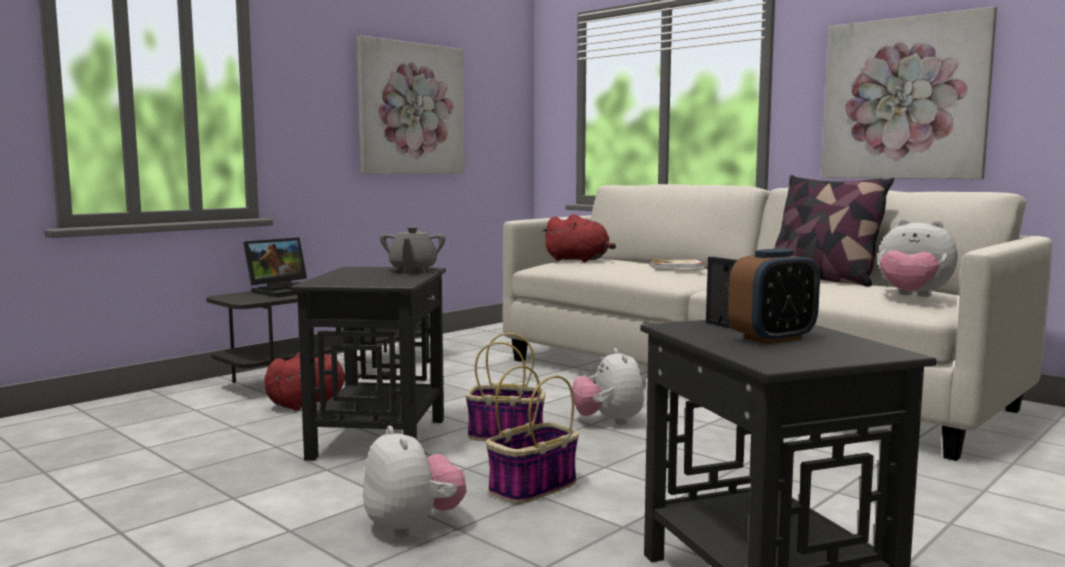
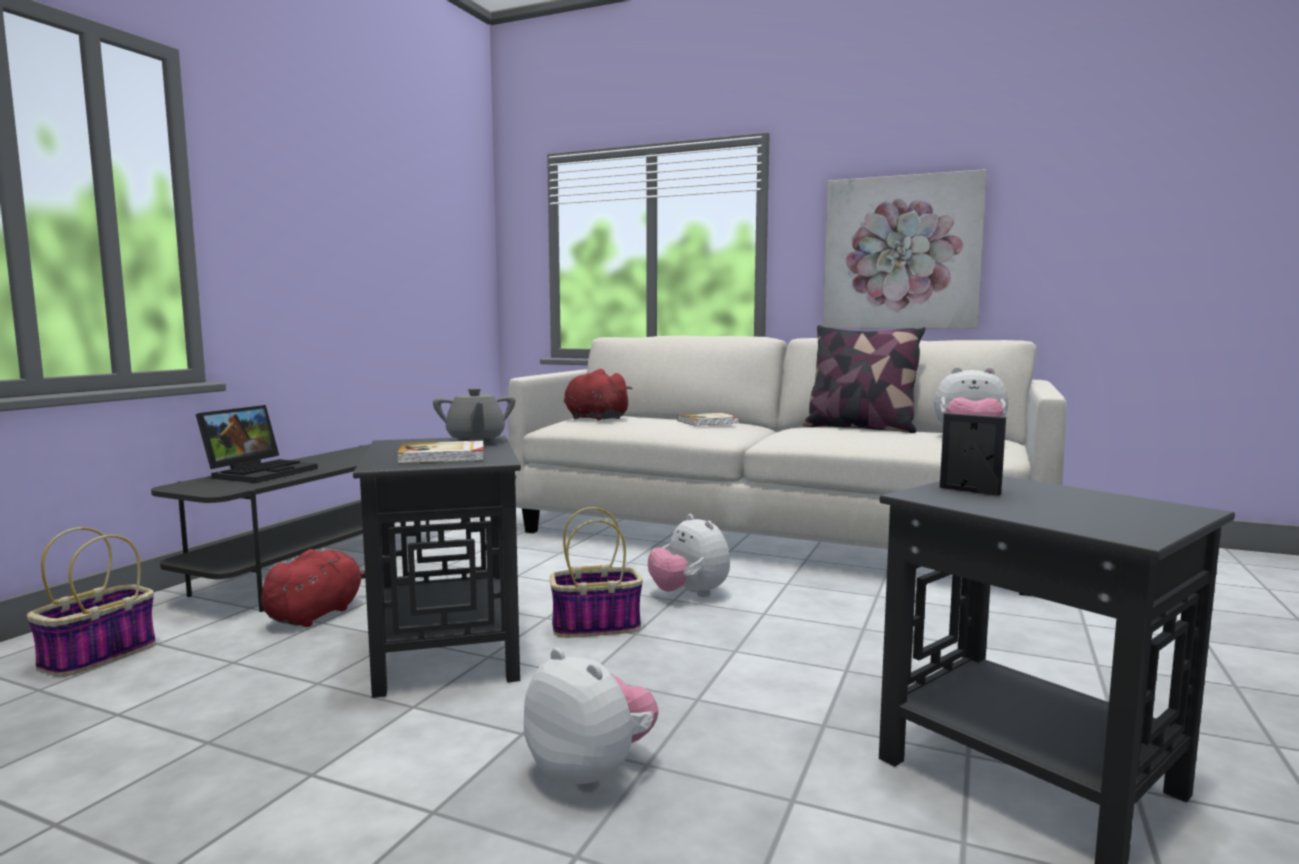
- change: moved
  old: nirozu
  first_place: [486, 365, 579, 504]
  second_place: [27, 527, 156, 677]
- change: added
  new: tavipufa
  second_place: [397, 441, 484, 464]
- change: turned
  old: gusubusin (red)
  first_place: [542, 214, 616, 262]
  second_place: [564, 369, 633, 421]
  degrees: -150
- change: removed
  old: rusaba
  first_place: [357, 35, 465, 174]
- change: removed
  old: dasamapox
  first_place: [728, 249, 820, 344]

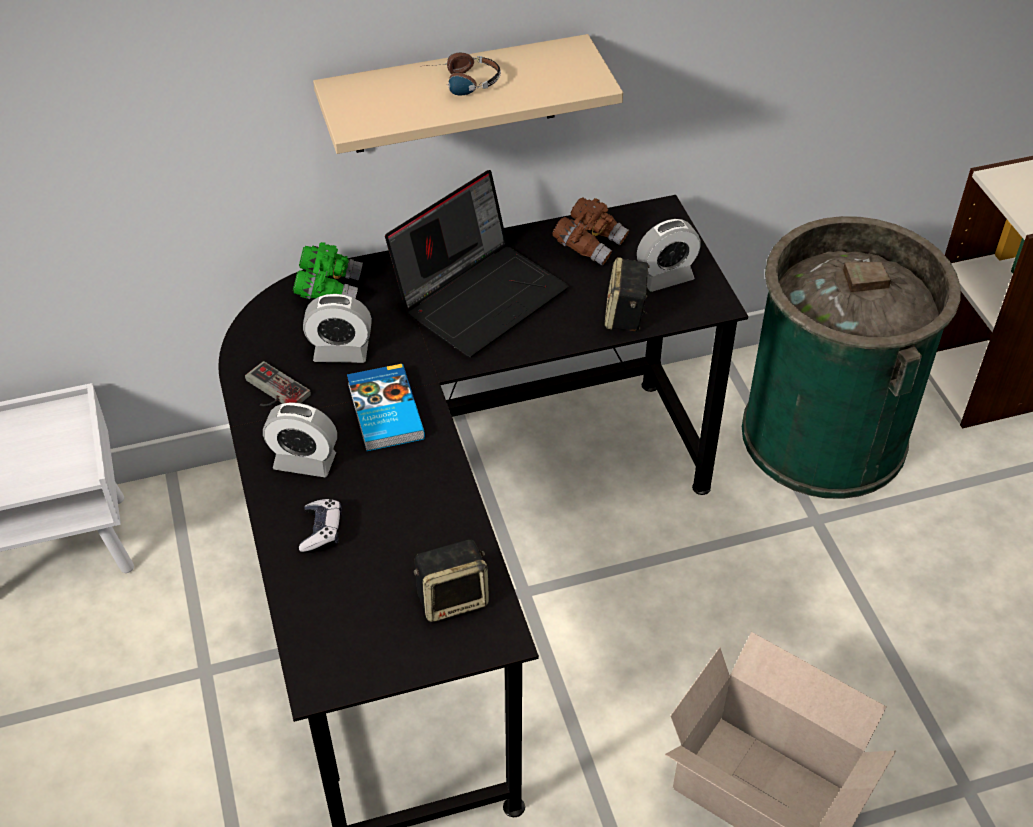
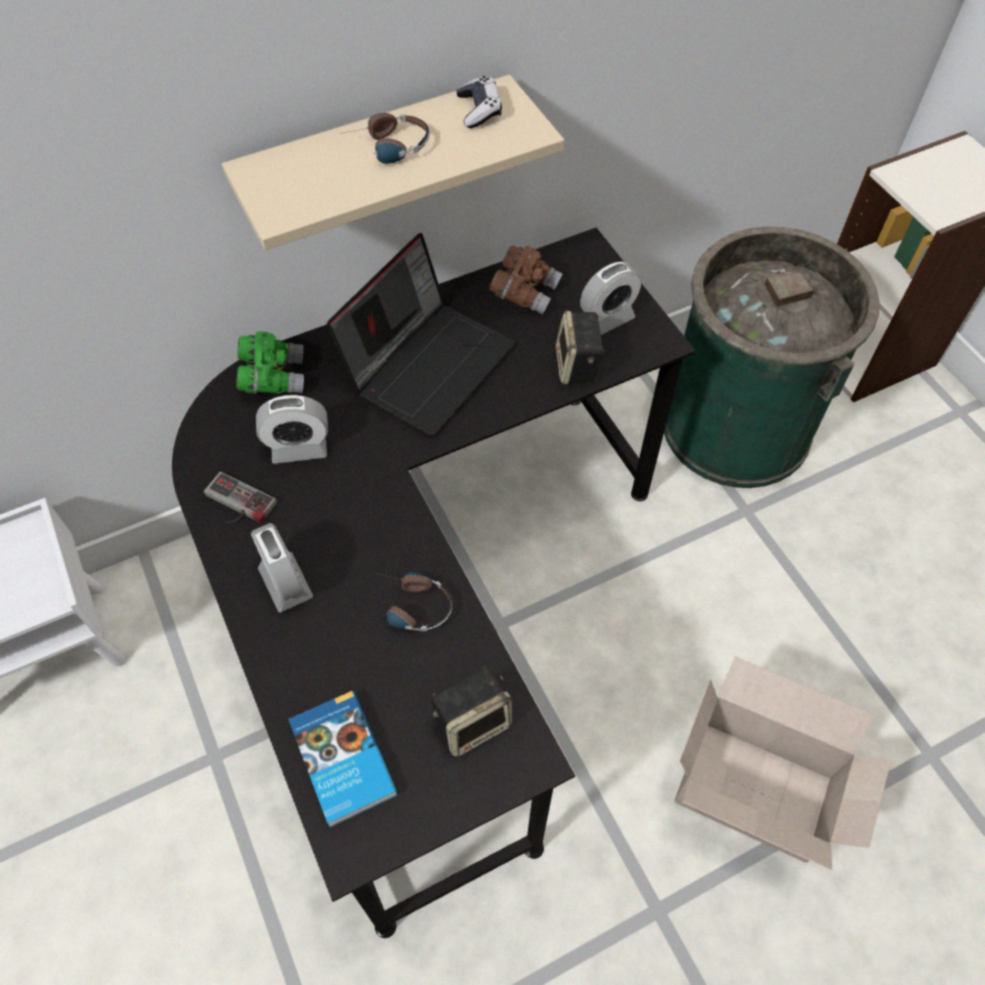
- change: turned
  old: dasamapox
  first_place: [263, 402, 337, 477]
  second_place: [251, 523, 313, 612]
  degrees: -120
- change: moved
  old: tavipufa
  first_place: [347, 364, 425, 451]
  second_place: [288, 691, 398, 828]
- change: added
  new: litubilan
  second_place: [376, 572, 452, 631]
- change: moved
  old: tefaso
  first_place: [299, 499, 342, 553]
  second_place: [456, 76, 502, 128]

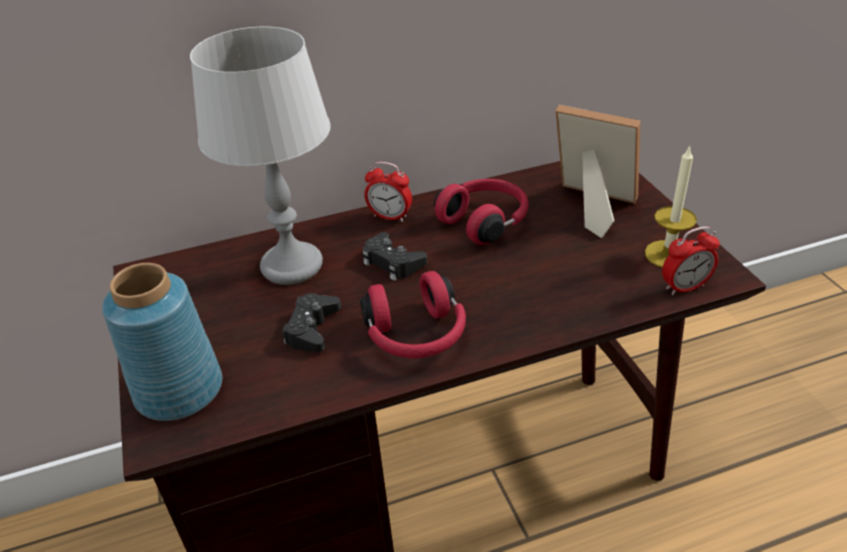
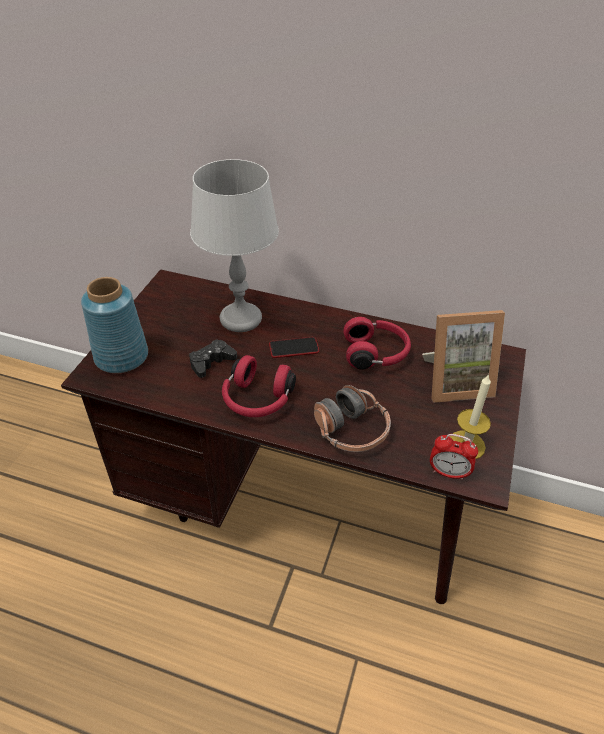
- change: replaced
  old: tefaso (black)
  new: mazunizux
  first_place: [363, 232, 427, 281]
  second_place: [269, 337, 319, 358]
- change: added
  new: litubilan
  second_place: [314, 385, 391, 452]
- change: turned
  old: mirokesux
  first_place: [556, 105, 641, 238]
  second_place: [422, 310, 505, 403]
  degrees: 105
- change: removed
  old: dasamapox
  first_place: [365, 162, 412, 222]

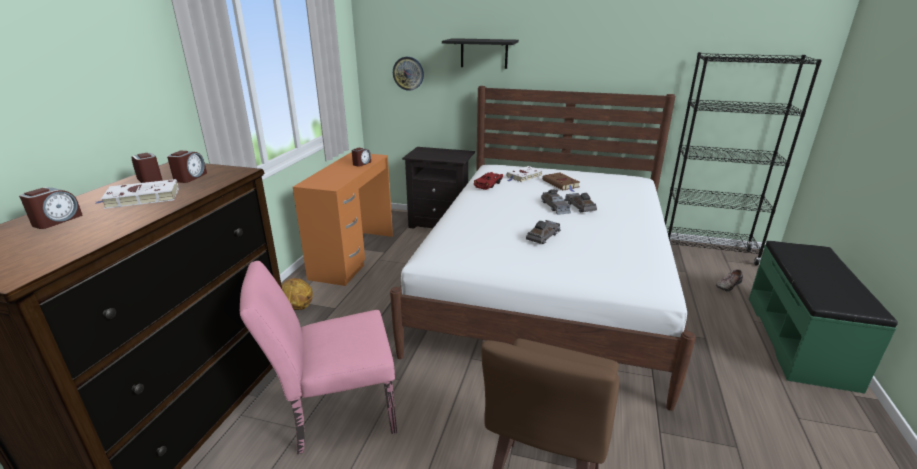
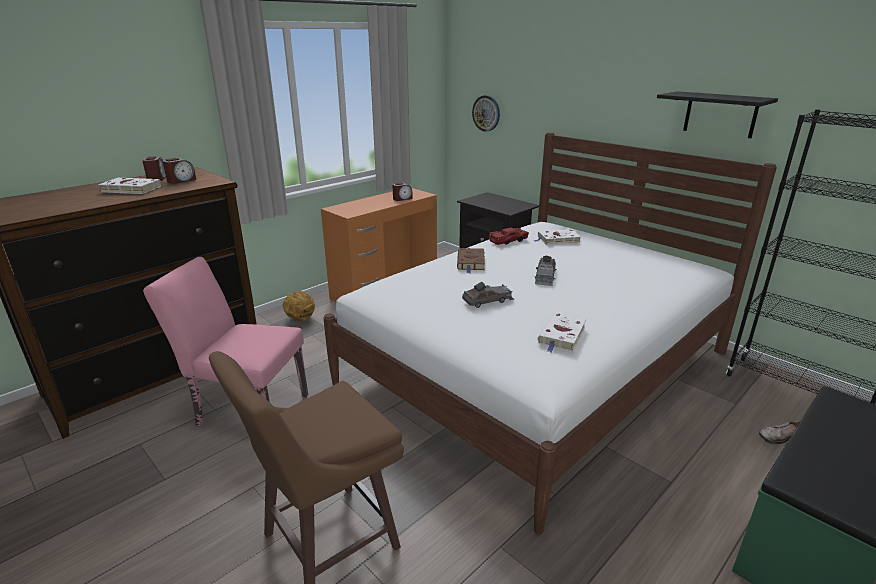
- change: moved
  old: tavipufa (brown)
  first_place: [542, 173, 580, 192]
  second_place: [457, 248, 485, 273]
- change: added
  new: tavipufa (white)
  second_place: [537, 312, 586, 353]
- change: moved
  old: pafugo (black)
  first_place: [442, 38, 519, 69]
  second_place: [657, 91, 778, 138]
- change: removed
  old: dasamapox
  first_place: [19, 187, 83, 229]
- change: removed
  old: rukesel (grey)
  first_place: [564, 193, 597, 213]

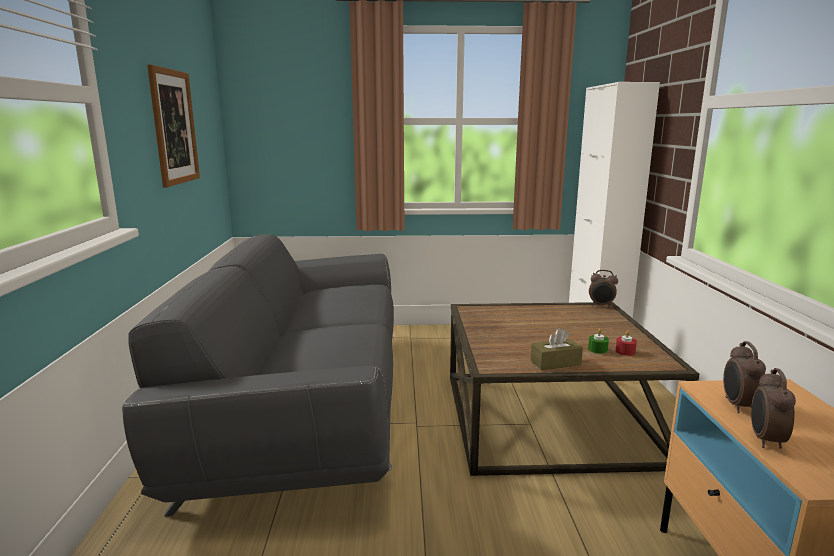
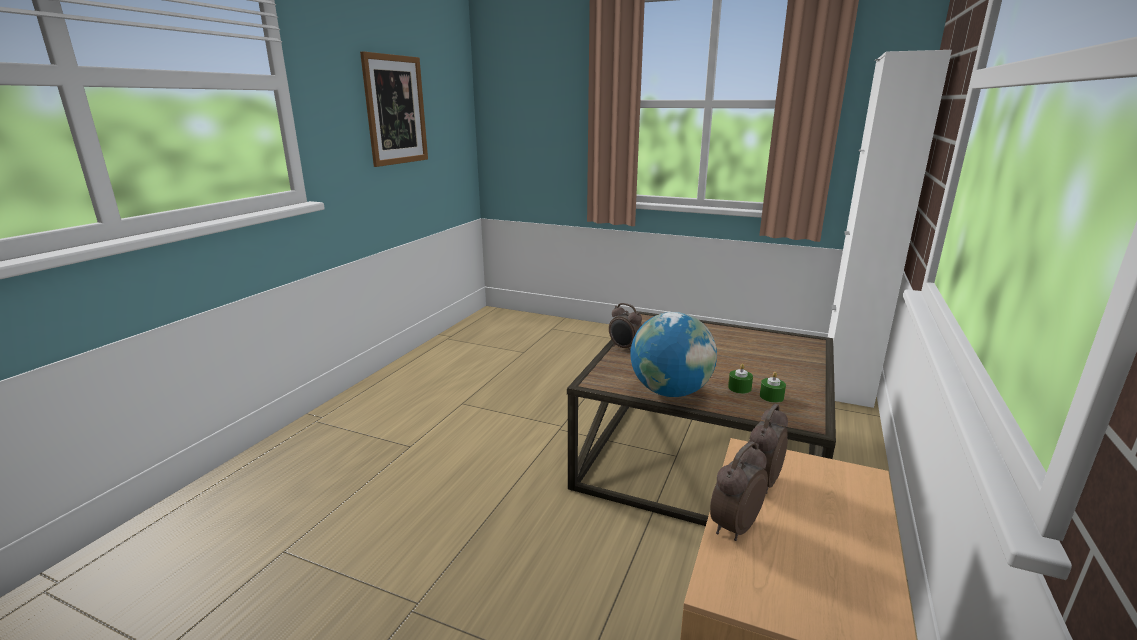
- change: moved
  old: dasamapox
  first_place: [589, 270, 618, 307]
  second_place: [609, 303, 642, 352]
- change: replaced
  old: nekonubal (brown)
  new: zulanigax
  first_place: [531, 328, 583, 370]
  second_place: [630, 312, 717, 397]
- change: recoloured
  old: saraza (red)
  new: saraza (green)
  first_place: [615, 330, 637, 356]
  second_place: [760, 372, 786, 403]
- change: removed
  old: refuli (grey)
  first_place: [122, 234, 394, 517]

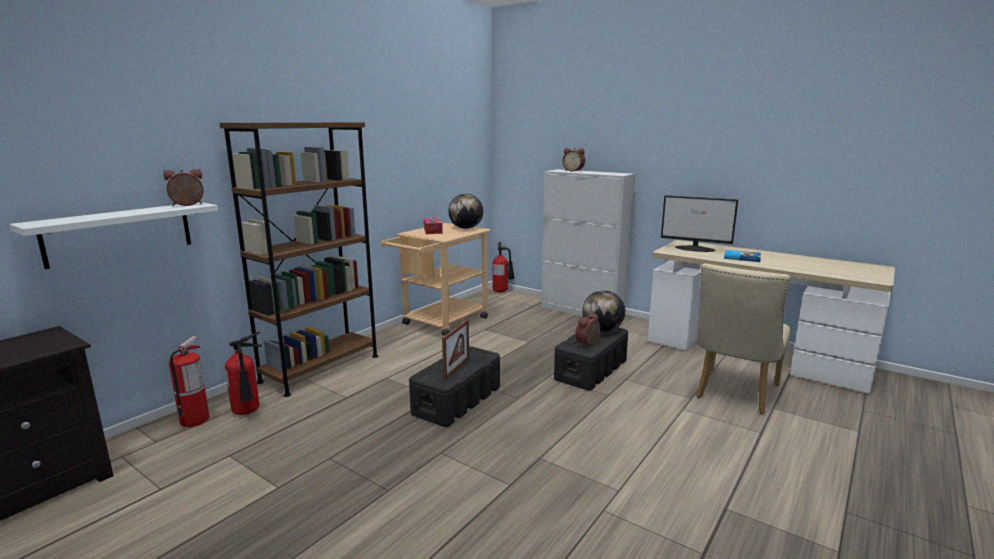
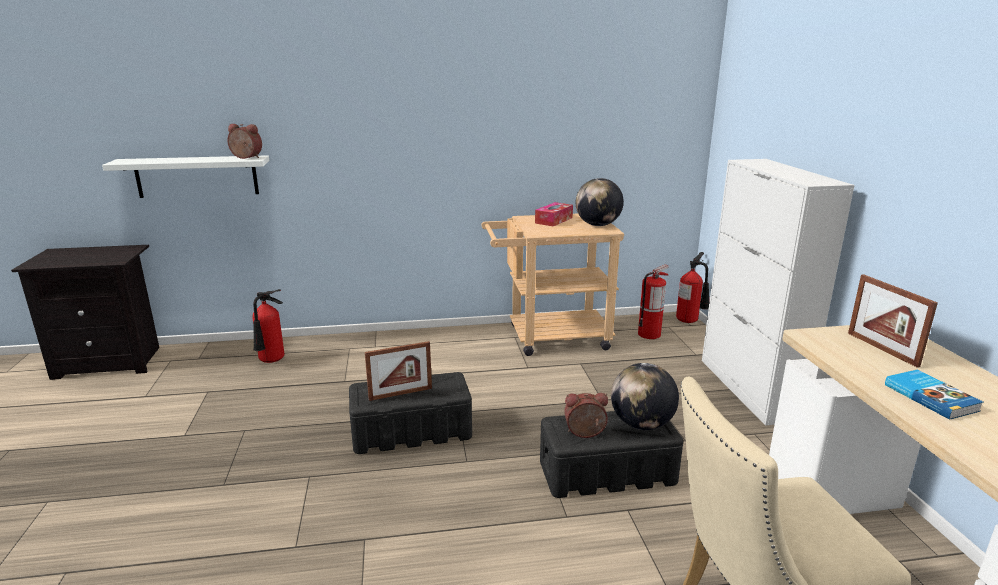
- change: moved
  old: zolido
  first_place: [169, 336, 210, 427]
  second_place: [638, 264, 669, 339]
- change: replaced
  old: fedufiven
  new: mirokesux
  first_place: [661, 195, 738, 252]
  second_place: [848, 274, 938, 368]
- change: removed
  old: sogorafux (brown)
  first_place: [219, 122, 378, 397]
- change: removed
  old: dasamapox
  first_place: [563, 148, 585, 172]

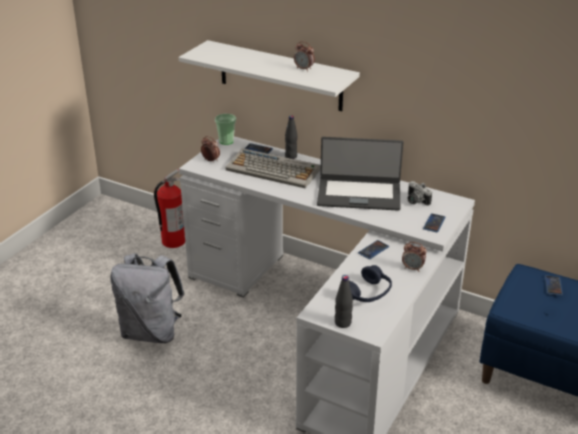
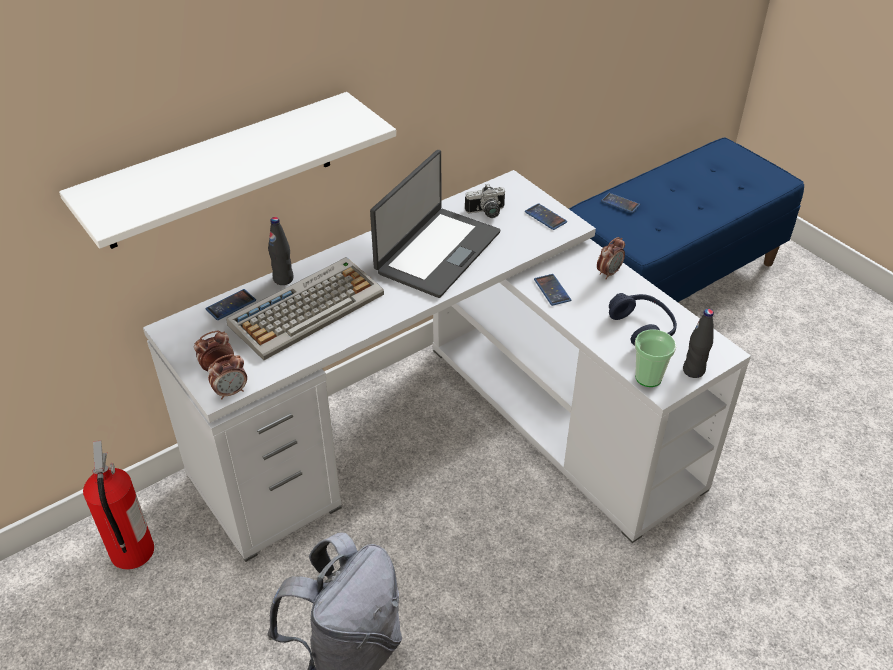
- change: moved
  old: dasamapox
  first_place: [294, 41, 315, 72]
  second_place: [208, 354, 247, 399]
- change: moved
  old: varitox
  first_place: [215, 114, 236, 145]
  second_place: [635, 329, 676, 387]

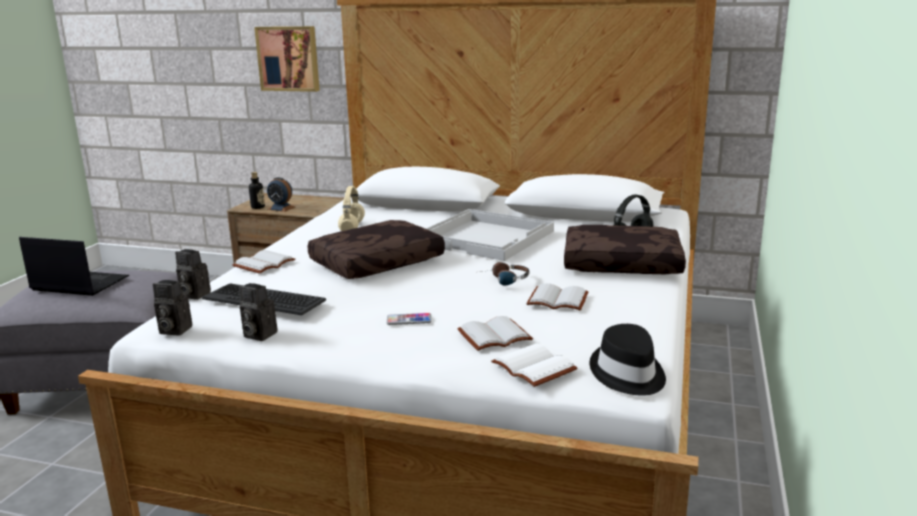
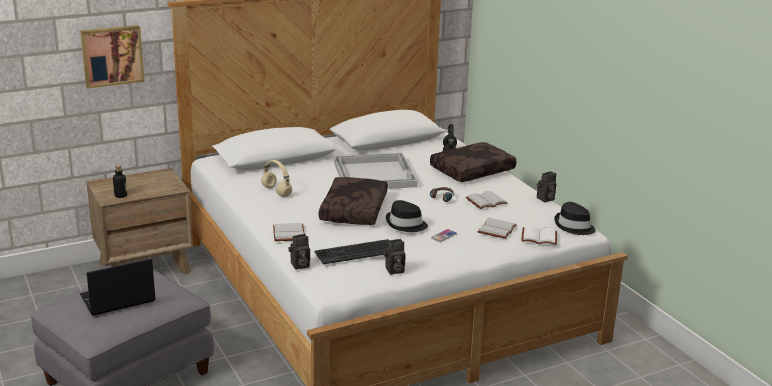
- change: added
  new: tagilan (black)
  second_place: [386, 200, 428, 232]
- change: moved
  old: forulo
  first_place: [153, 280, 192, 336]
  second_place: [537, 171, 556, 202]
- change: removed
  old: dasamapox
  first_place: [267, 177, 295, 212]

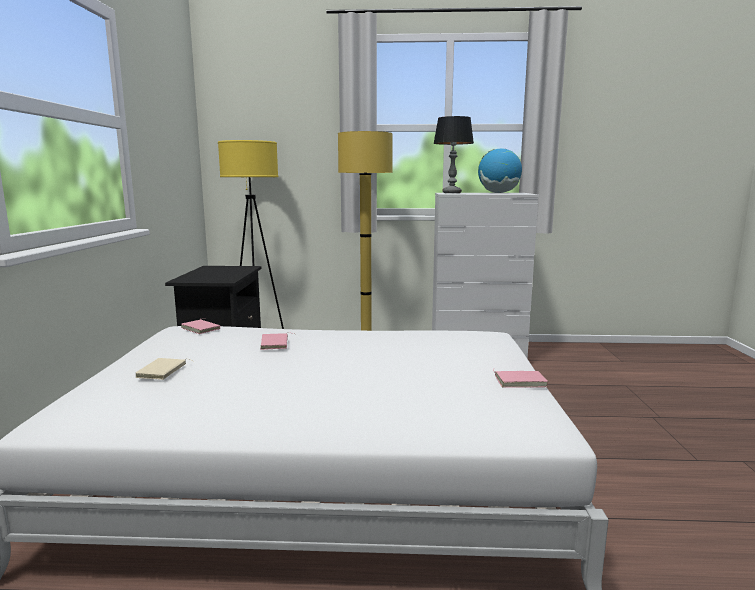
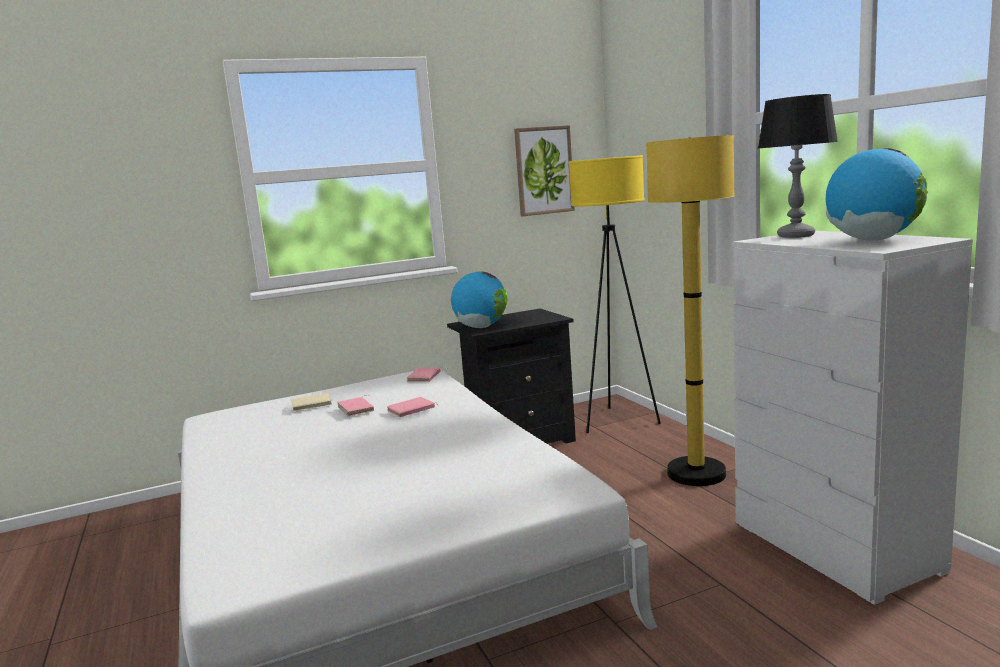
- change: moved
  old: tavipufa (pink)
  first_place: [493, 368, 548, 388]
  second_place: [338, 397, 374, 417]
- change: added
  new: zulanigax
  second_place: [451, 271, 507, 328]
- change: added
  new: rusaba
  second_place: [514, 125, 575, 216]

